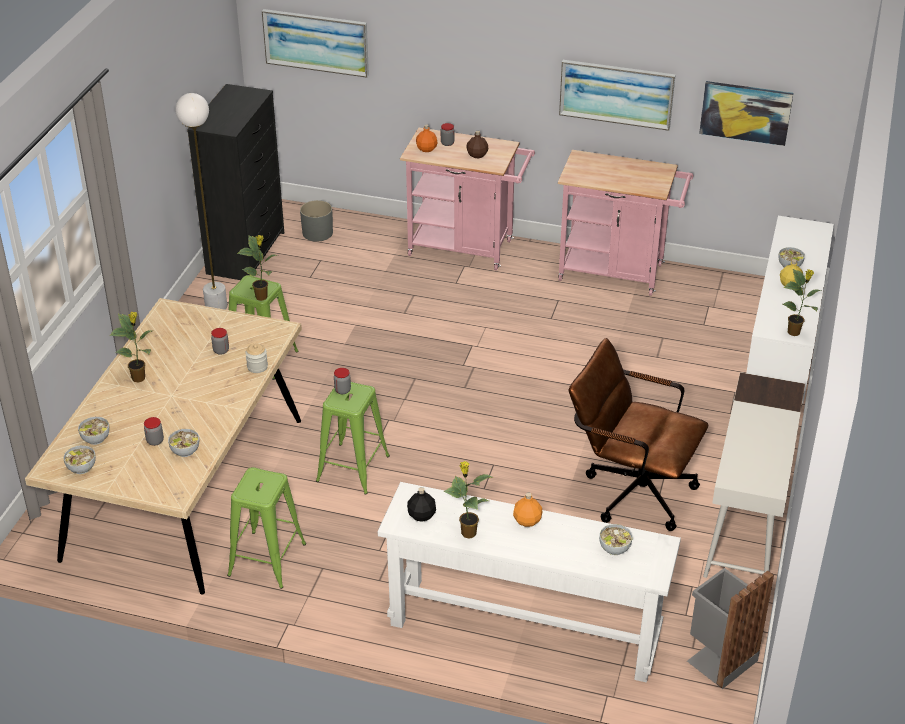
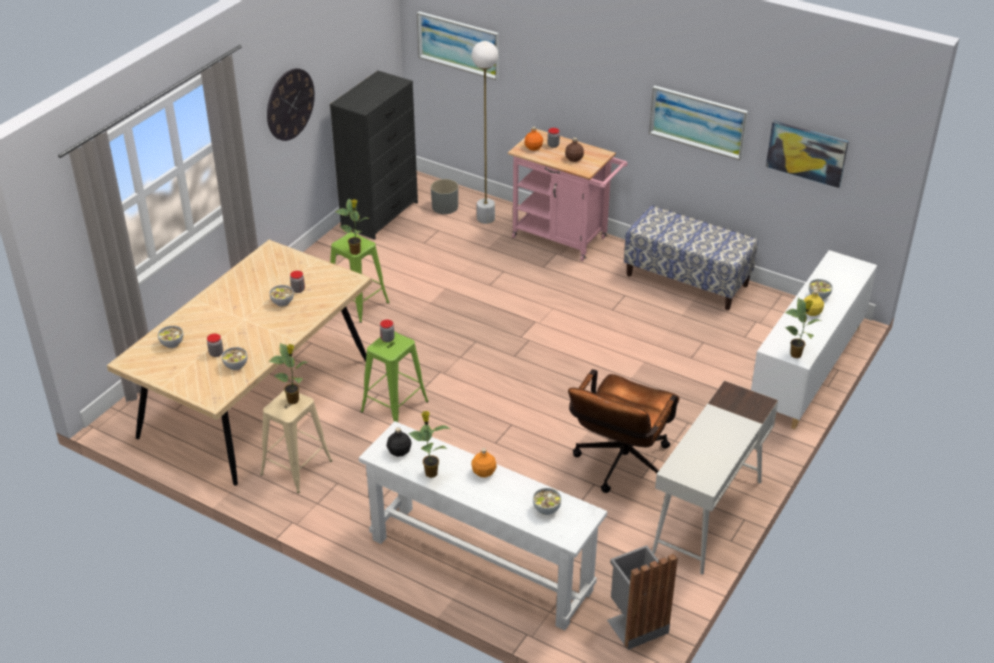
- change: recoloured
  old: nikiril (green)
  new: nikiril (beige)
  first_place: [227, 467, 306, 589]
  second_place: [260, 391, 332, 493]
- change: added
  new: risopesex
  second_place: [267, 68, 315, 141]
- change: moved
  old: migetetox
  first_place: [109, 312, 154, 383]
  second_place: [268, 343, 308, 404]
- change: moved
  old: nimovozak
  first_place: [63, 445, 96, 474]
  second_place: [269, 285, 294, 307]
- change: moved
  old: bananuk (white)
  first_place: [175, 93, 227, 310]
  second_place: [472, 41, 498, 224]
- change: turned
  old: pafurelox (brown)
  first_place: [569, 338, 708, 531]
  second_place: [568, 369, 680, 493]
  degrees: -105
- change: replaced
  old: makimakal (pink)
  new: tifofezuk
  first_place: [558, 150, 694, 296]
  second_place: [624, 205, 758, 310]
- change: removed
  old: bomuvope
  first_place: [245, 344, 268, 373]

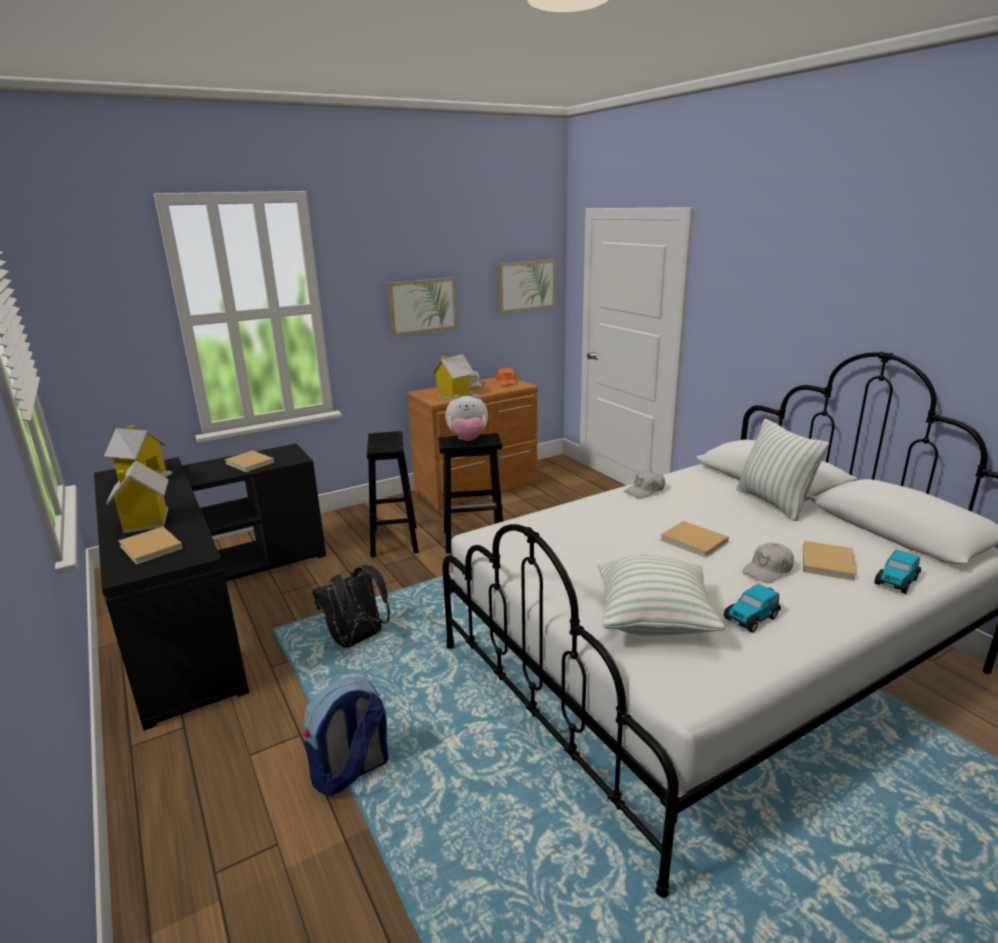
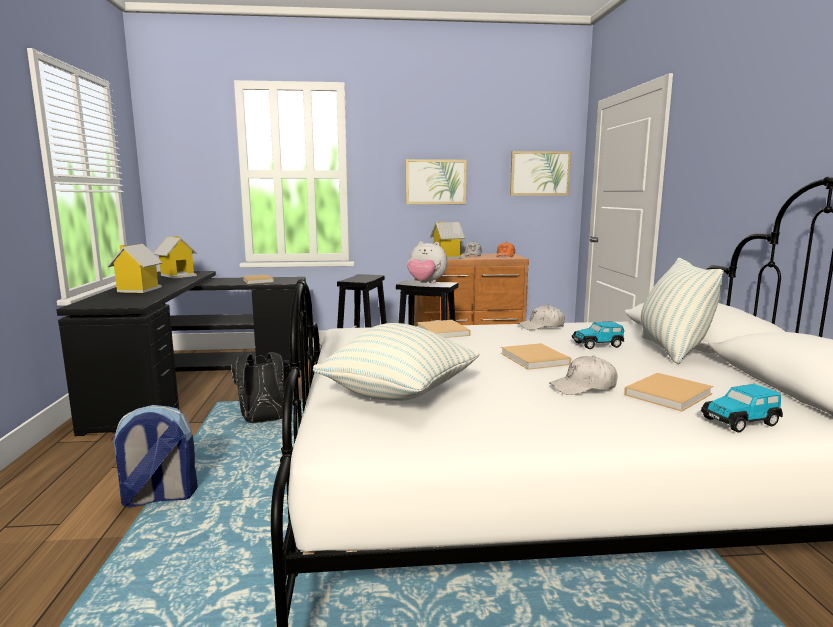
- change: moved
  old: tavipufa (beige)
  first_place: [118, 527, 183, 565]
  second_place: [417, 320, 471, 338]
- change: moved
  old: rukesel
  first_place: [723, 584, 781, 633]
  second_place: [572, 321, 625, 349]

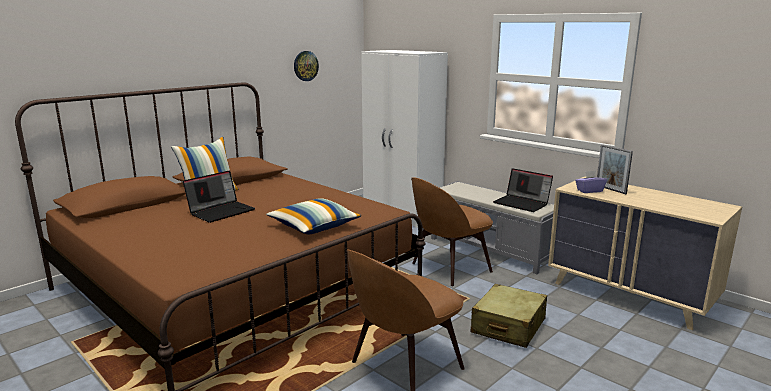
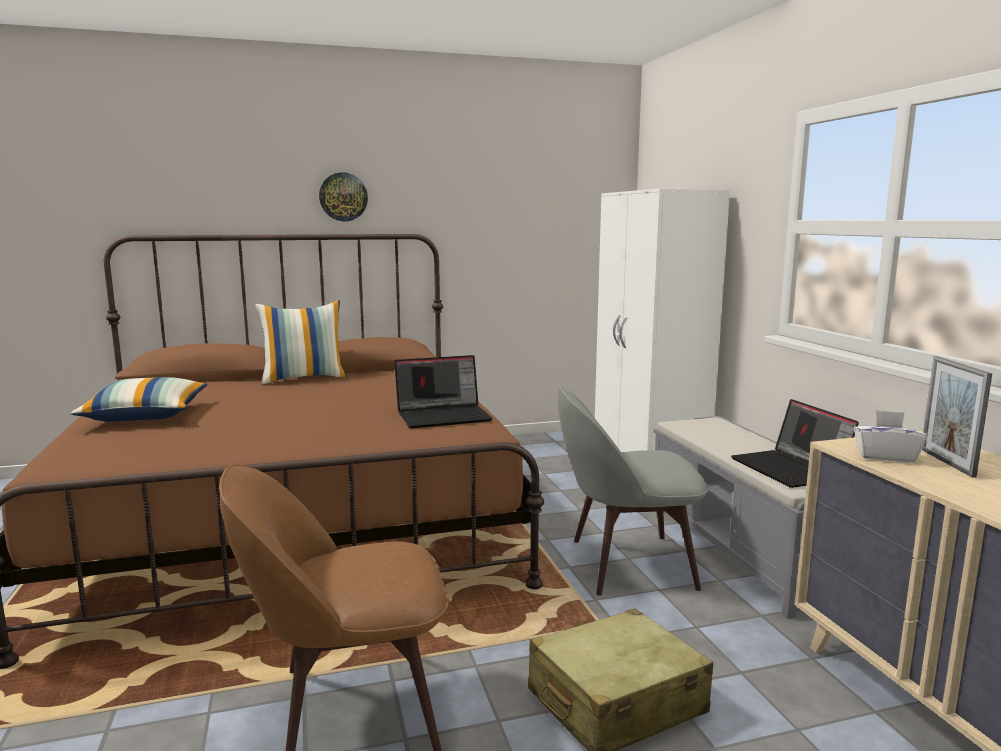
- change: moved
  old: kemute
  first_place: [266, 198, 361, 234]
  second_place: [71, 377, 207, 422]
- change: moved
  old: risopesex
  first_place: [294, 51, 319, 81]
  second_place: [319, 172, 368, 221]
- change: moved
  old: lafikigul
  first_place: [183, 171, 255, 223]
  second_place: [394, 355, 493, 428]
- change: recoloured
  old: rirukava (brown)
  new: rirukava (grey)
  first_place: [411, 177, 493, 286]
  second_place: [558, 386, 709, 596]
- change: recoloured
  old: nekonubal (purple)
  new: nekonubal (white)
  first_place: [575, 171, 607, 193]
  second_place: [854, 410, 927, 463]

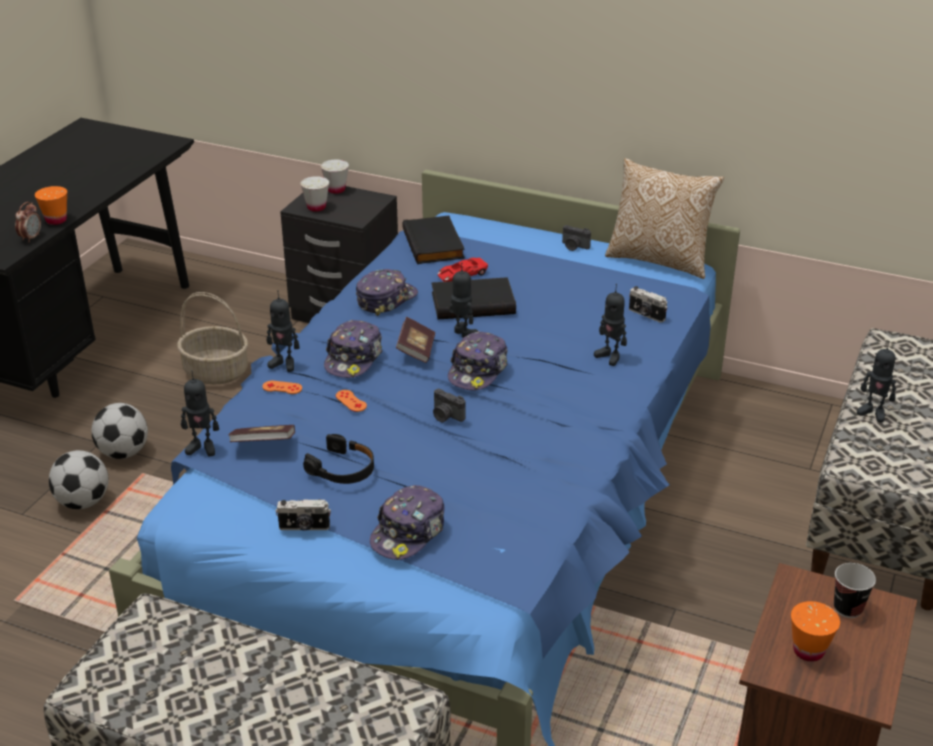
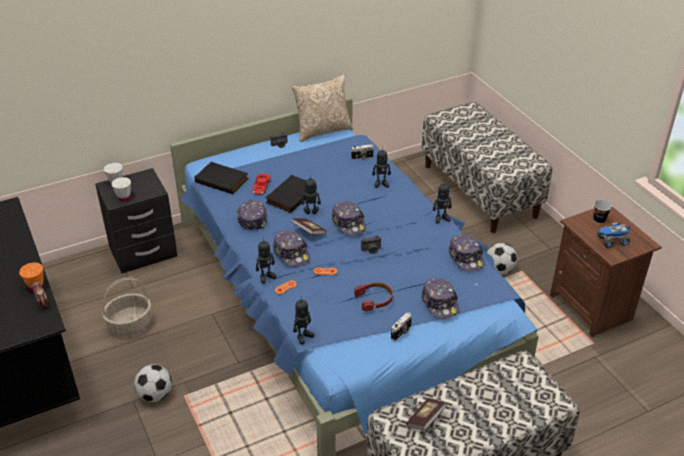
- change: recoloured
  old: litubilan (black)
  new: litubilan (red)
  first_place: [303, 434, 374, 484]
  second_place: [354, 282, 393, 311]
- change: moved
  old: tavipufa
  first_place: [228, 425, 295, 442]
  second_place: [406, 398, 447, 430]
- change: moved
  old: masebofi
  first_place: [857, 341, 896, 423]
  second_place: [433, 181, 452, 224]
- change: added
  new: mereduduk
  second_place: [449, 235, 485, 272]
- change: moved
  old: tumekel
  first_place: [49, 450, 109, 509]
  second_place: [487, 243, 517, 275]
- change: replaced
  old: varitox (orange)
  new: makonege
  first_place: [791, 601, 840, 662]
  second_place: [597, 222, 631, 248]

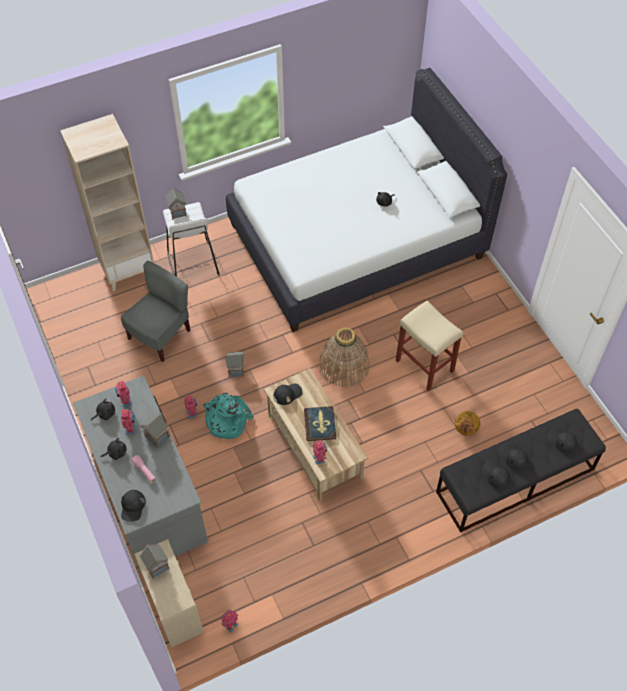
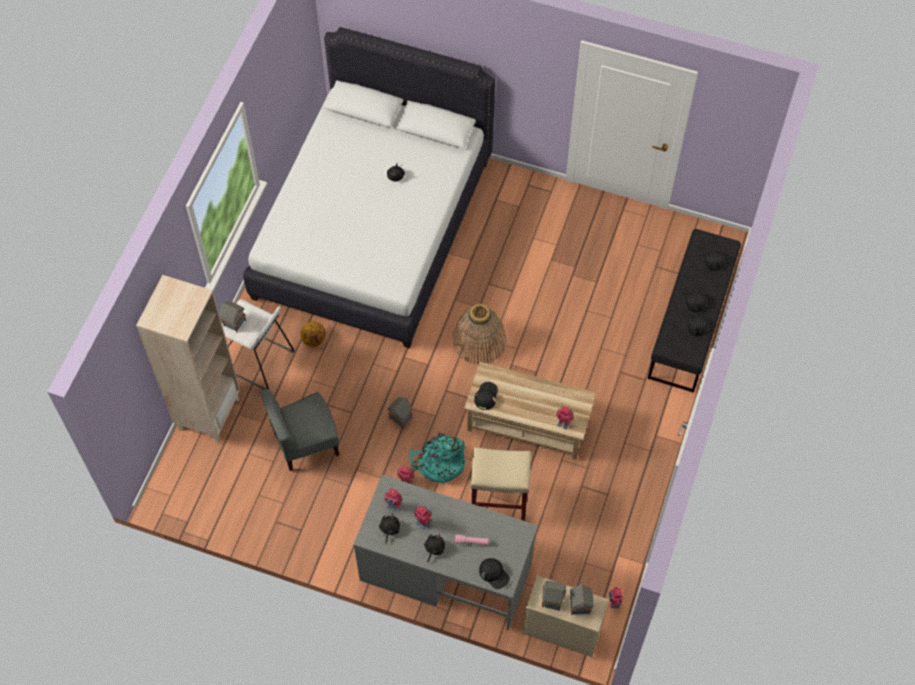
- change: turned
  old: rirukava (grey)
  first_place: [121, 261, 190, 362]
  second_place: [260, 389, 339, 471]
  degrees: -105
- change: moved
  old: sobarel
  first_place: [455, 411, 480, 436]
  second_place: [300, 321, 326, 347]
- change: moved
  old: nikiril (beige)
  first_place: [396, 301, 463, 391]
  second_place: [471, 447, 531, 521]
- change: moved
  old: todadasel
  first_place: [140, 414, 170, 448]
  second_place: [570, 584, 594, 615]
- change: removed
  old: tavipufa
  first_place: [304, 406, 336, 441]

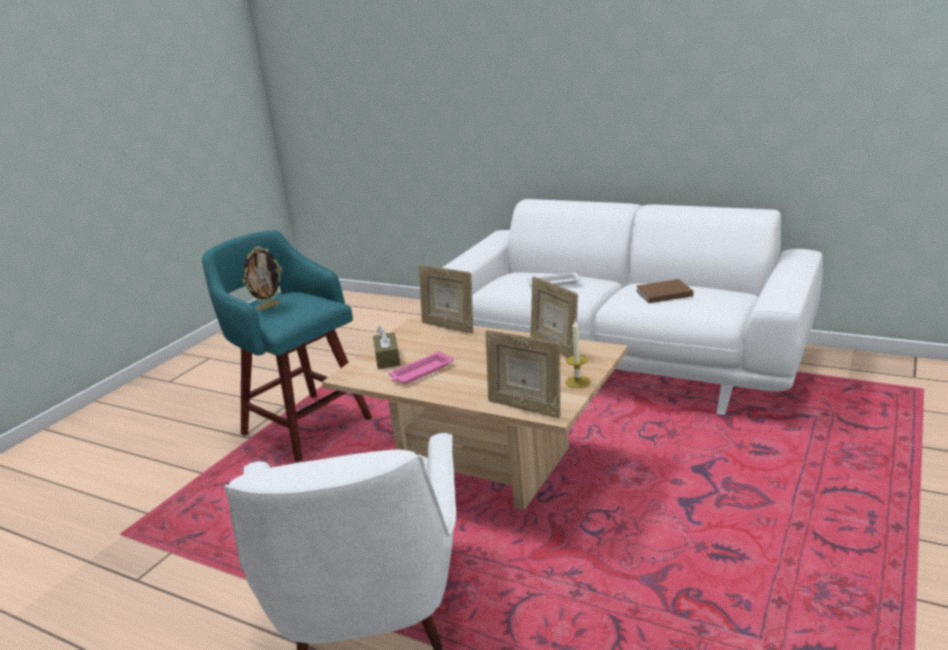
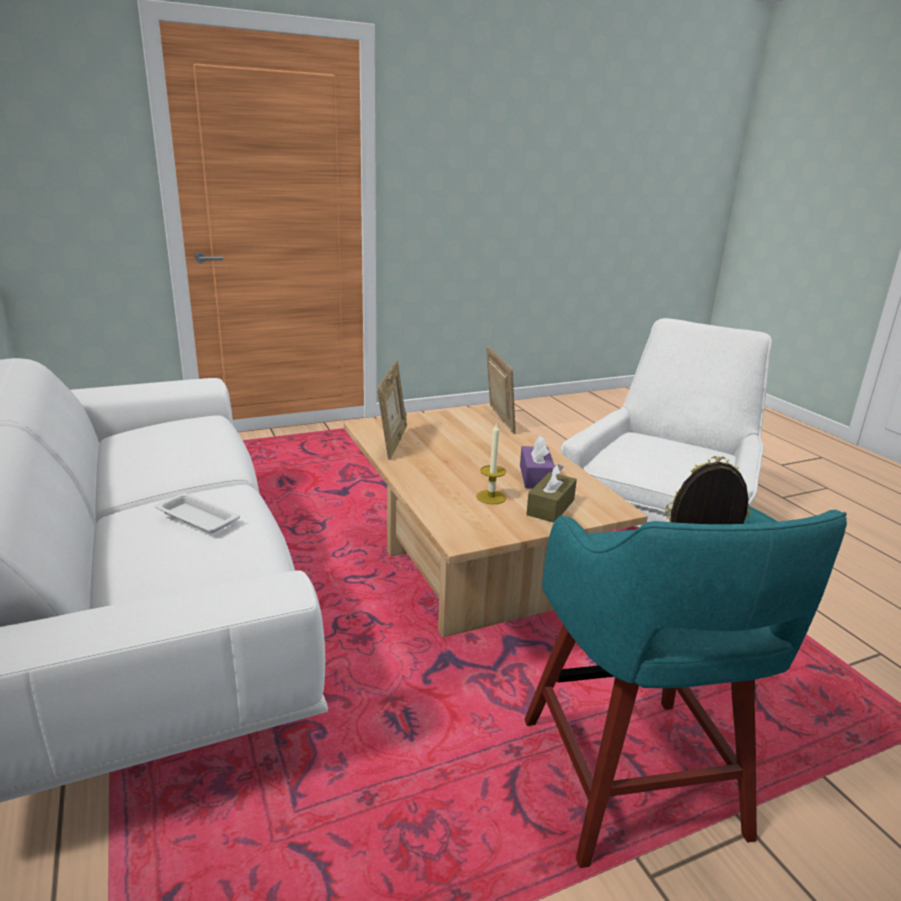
- change: moved
  old: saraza
  first_place: [565, 321, 591, 388]
  second_place: [476, 422, 506, 504]
- change: replaced
  old: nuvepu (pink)
  new: nekonubal (purple)
  first_place: [389, 351, 454, 384]
  second_place: [520, 436, 555, 488]
- change: removed
  old: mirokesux
  first_place: [419, 265, 473, 333]
- change: removed
  old: tavipufa (brown)
  first_place: [636, 279, 693, 303]

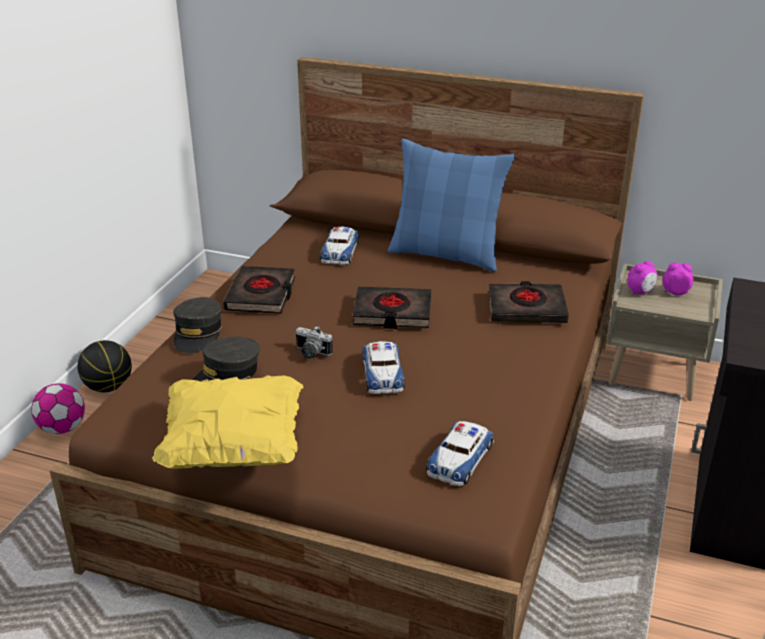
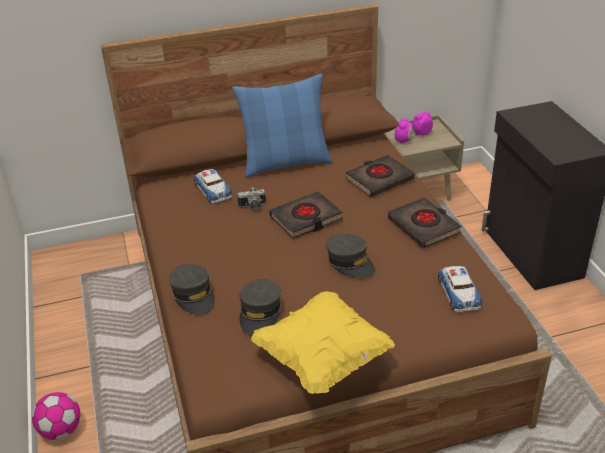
- change: moved
  old: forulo
  first_place: [296, 326, 333, 359]
  second_place: [237, 187, 266, 211]
- change: replaced
  old: rukesel
  new: mereduduk (grey)
  first_place: [362, 341, 405, 394]
  second_place: [326, 234, 375, 278]
- change: moved
  old: tavipufa (black)
  first_place: [223, 266, 296, 314]
  second_place: [388, 198, 461, 248]
- change: removed
  old: sobarel
  first_place: [78, 340, 132, 392]

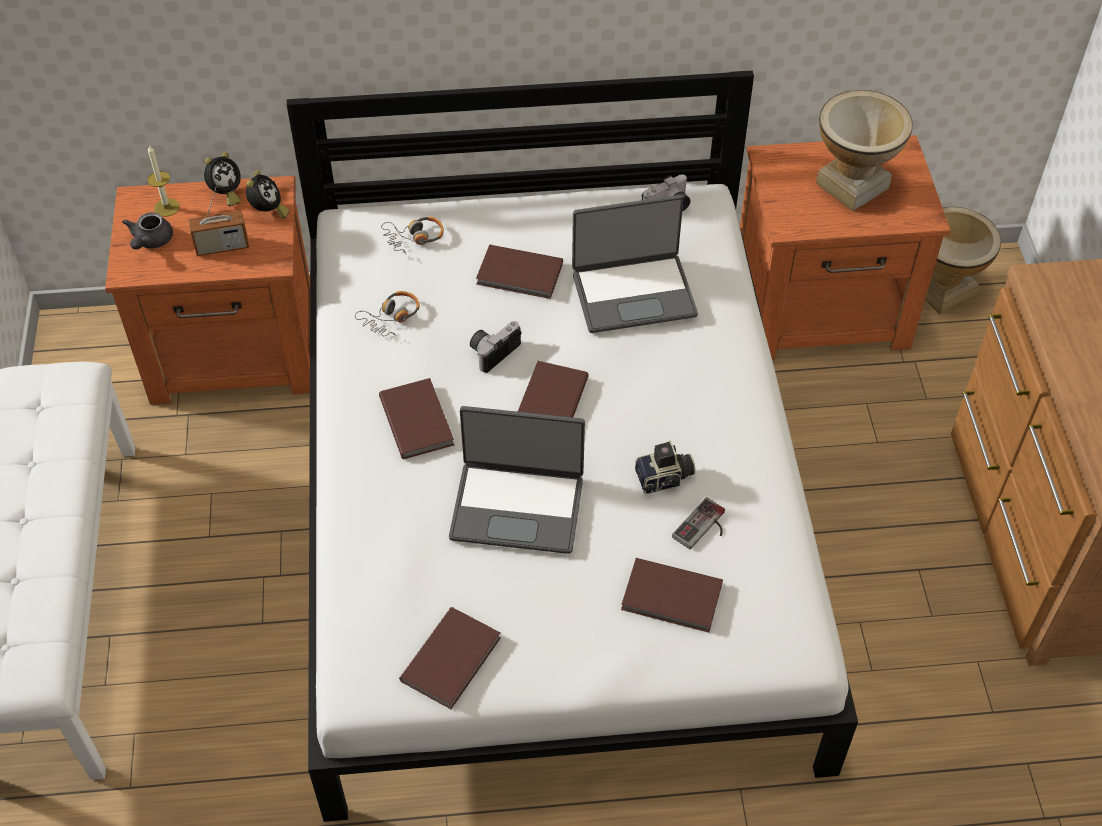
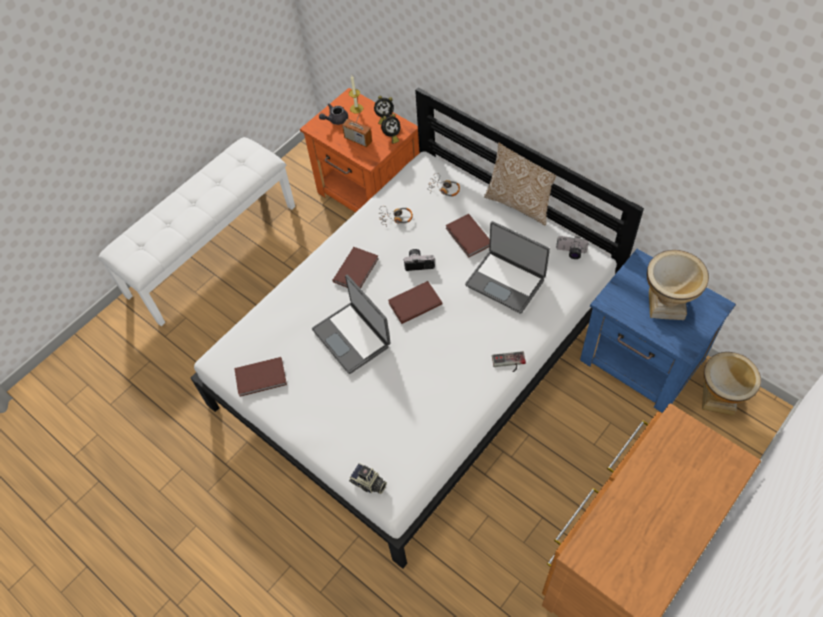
- change: moved
  old: forulo
  first_place: [635, 440, 696, 494]
  second_place: [349, 463, 387, 494]
- change: added
  new: kemute
  second_place: [484, 143, 556, 226]
- change: moved
  old: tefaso
  first_place: [672, 497, 725, 549]
  second_place: [492, 351, 526, 372]
- change: recoloured
  old: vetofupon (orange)
  new: vetofupon (blue)
  first_place: [740, 135, 951, 359]
  second_place: [580, 249, 736, 413]
- change: removed
  old: tavipufa (brown)
  first_place: [621, 558, 723, 632]

